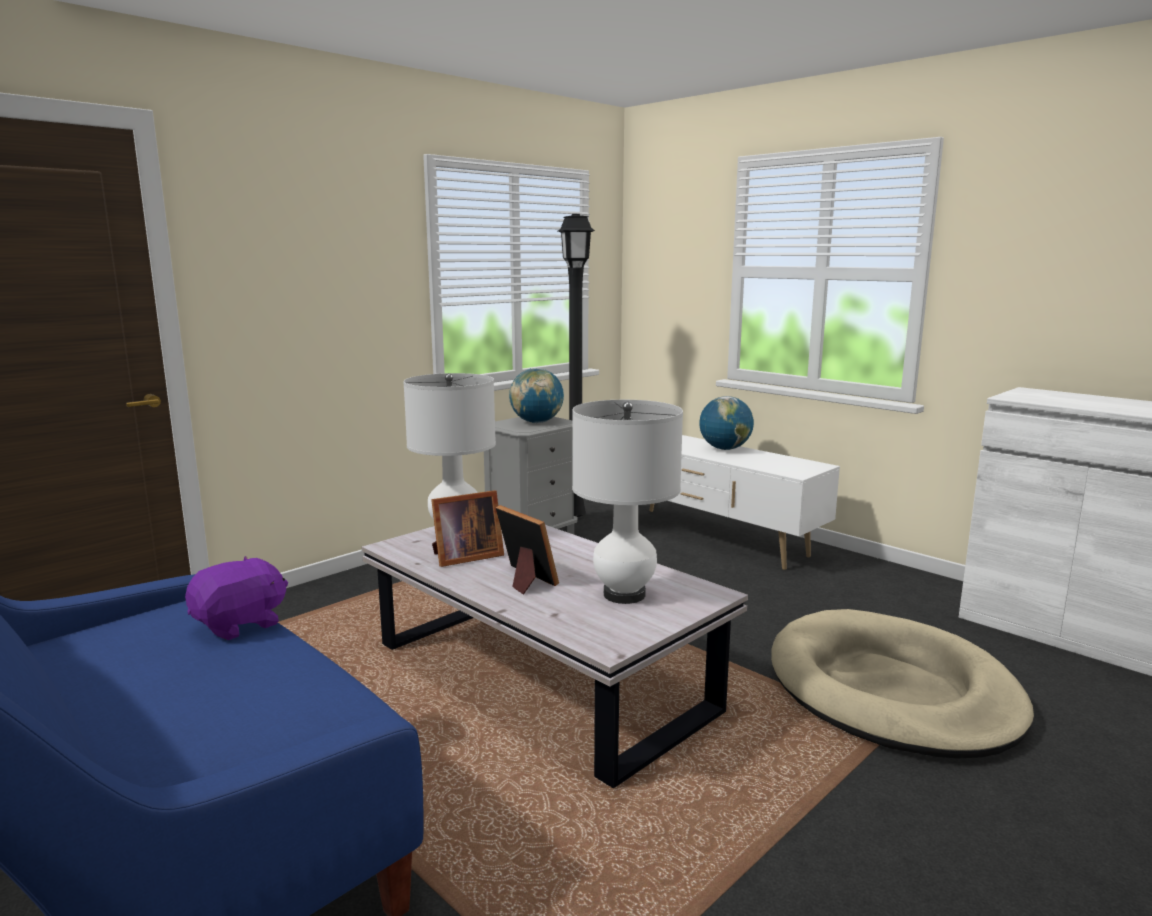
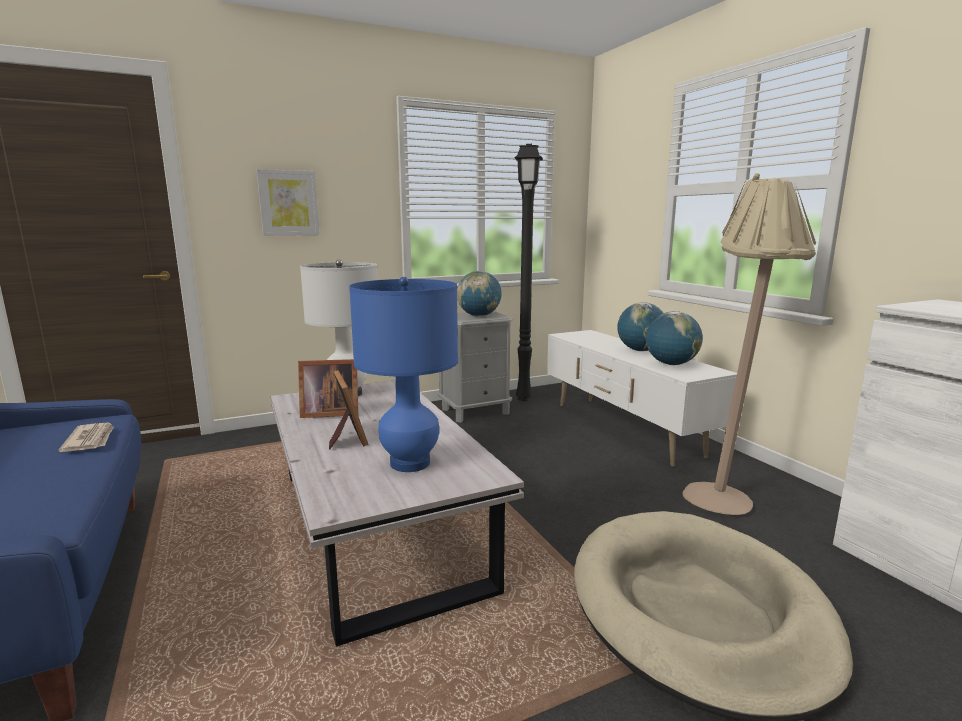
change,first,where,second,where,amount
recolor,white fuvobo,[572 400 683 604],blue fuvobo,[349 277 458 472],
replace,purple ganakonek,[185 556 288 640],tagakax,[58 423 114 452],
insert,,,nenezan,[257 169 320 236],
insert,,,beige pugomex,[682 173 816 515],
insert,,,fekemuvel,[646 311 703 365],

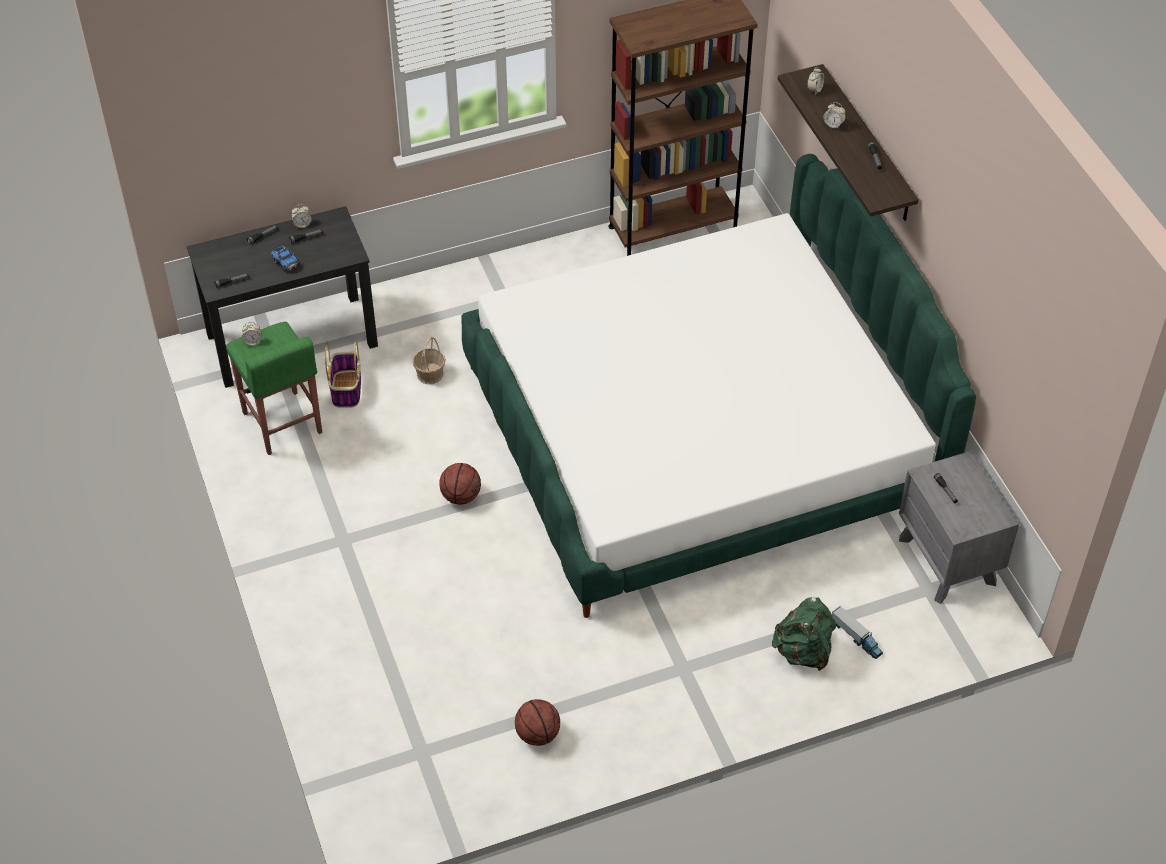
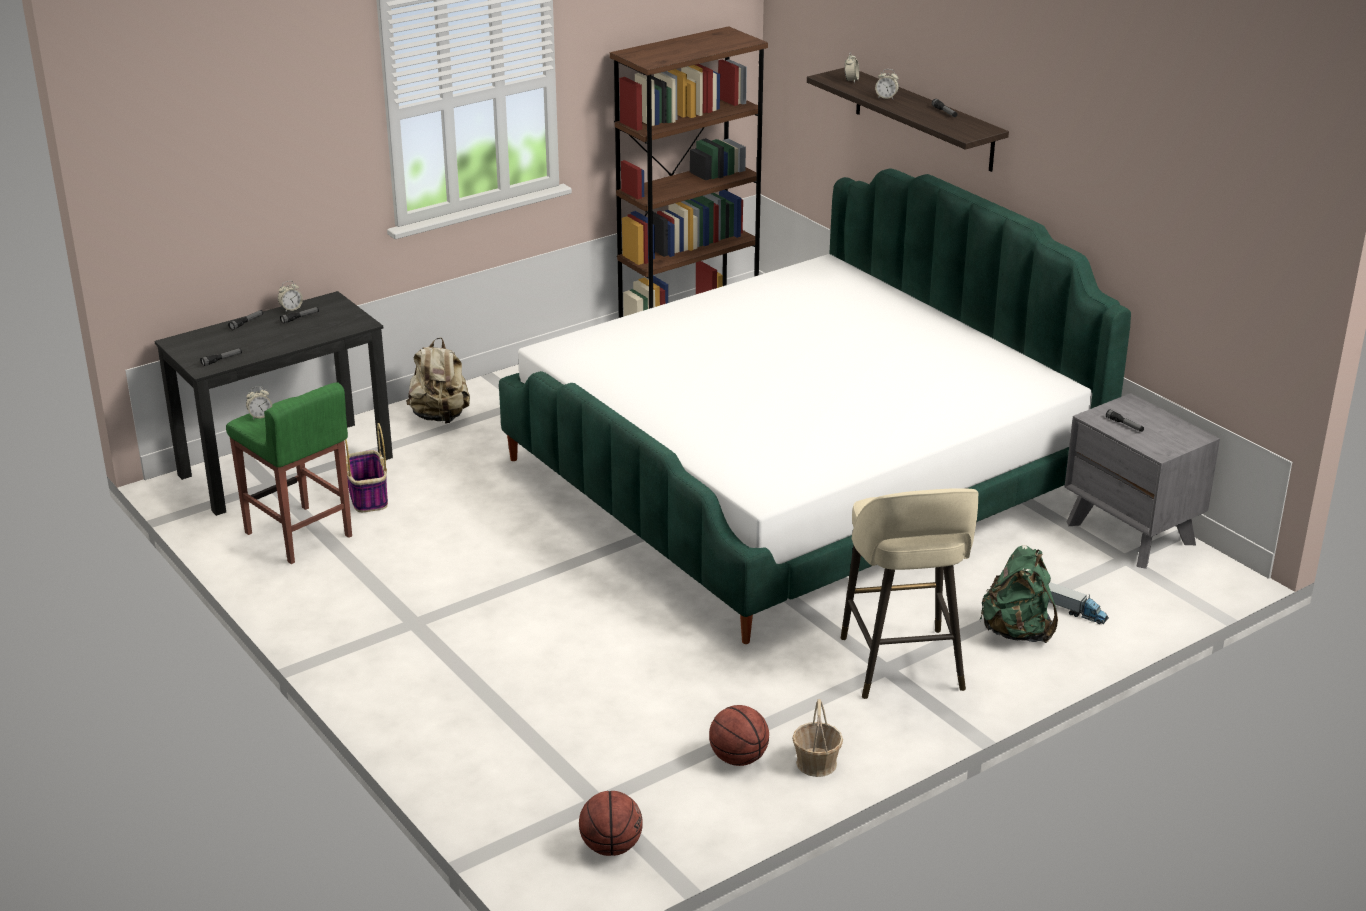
change,first,where,second,where,amount
delete,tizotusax,[271 245 298 272],,,
move,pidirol,[412 337 446 385],,[792 699 843 777],
move,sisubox,[439 463 481 505],,[579 791 643 856],
insert,,,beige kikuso,[406 337 470 424],
insert,,,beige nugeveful,[841 488 978 699],

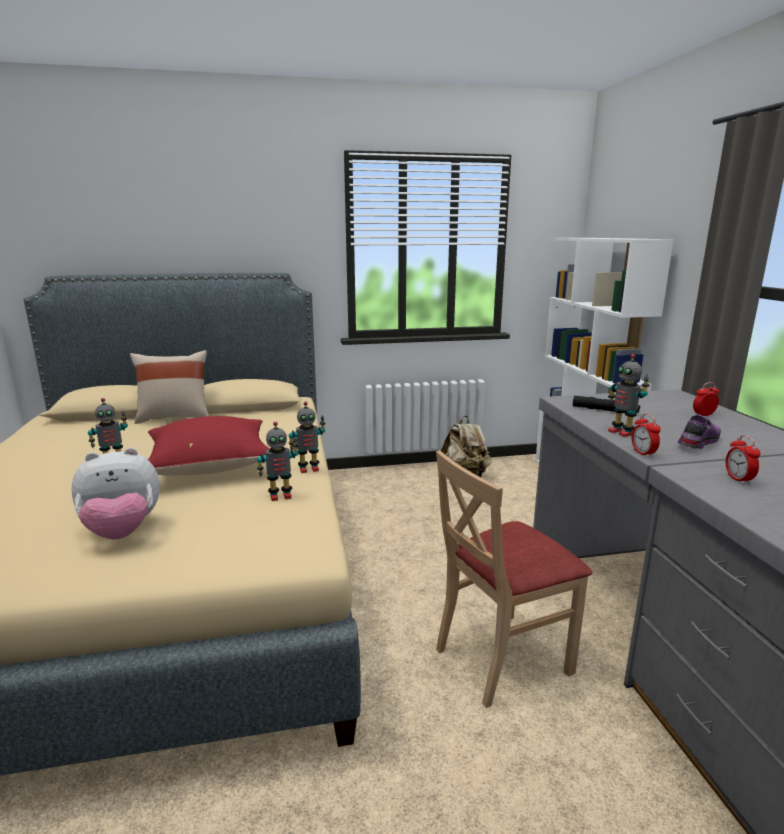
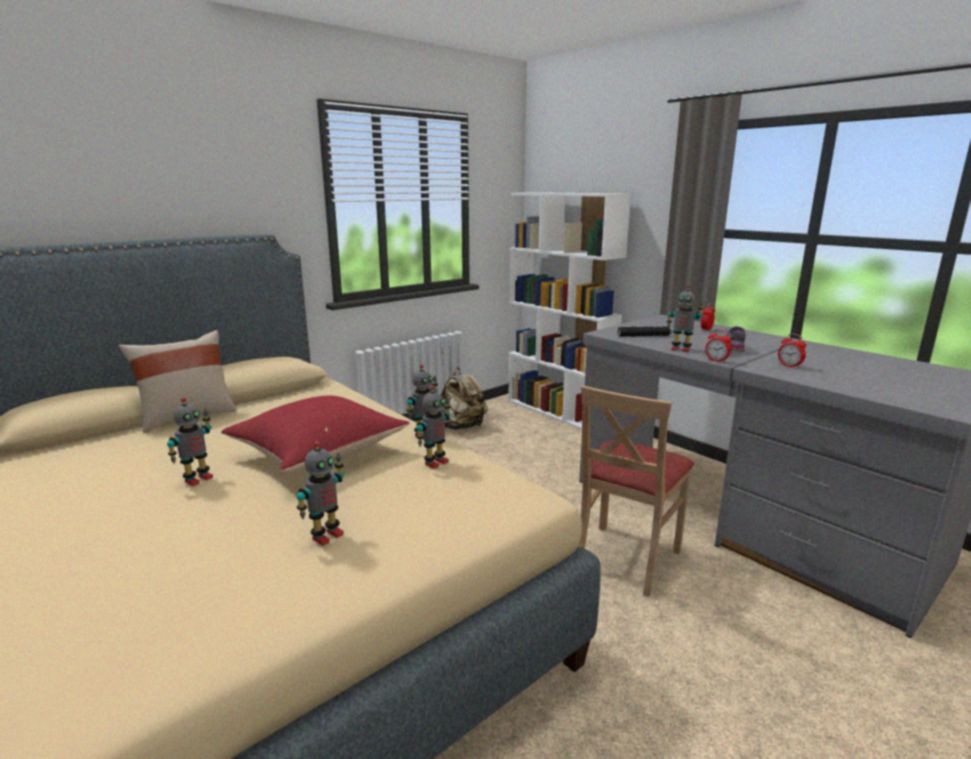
change,first,where,second,where,amount
replace,ganakonek,[71 447 160 540],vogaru,[297 441 344 546],

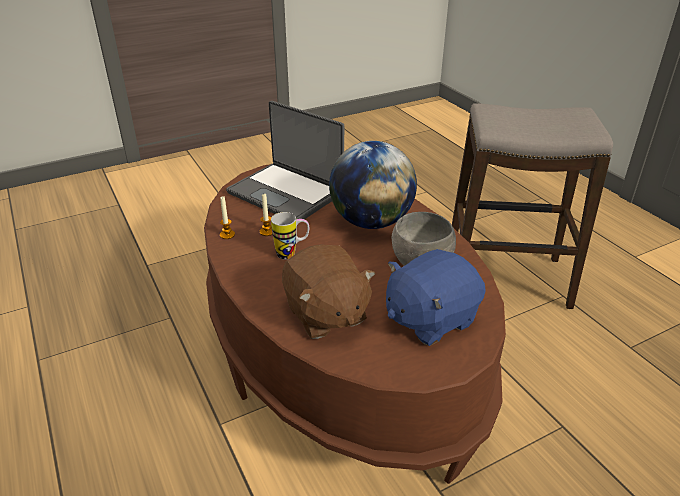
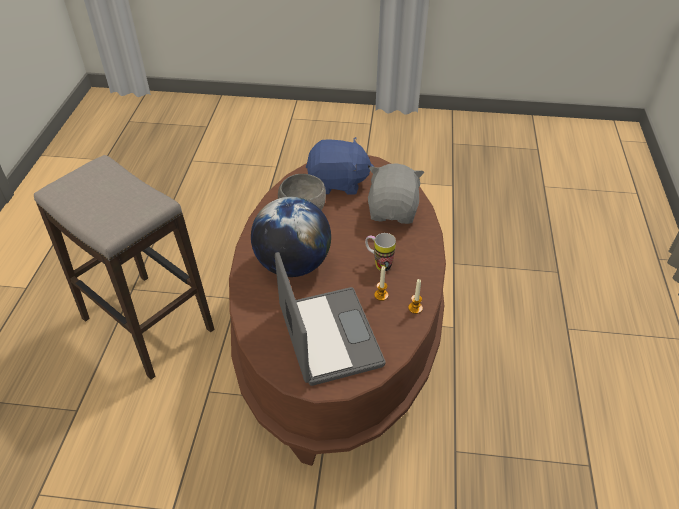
change,first,where,second,where,amount
recolor,brown ganakonek,[282 244 376 339],grey ganakonek,[368 164 424 224],

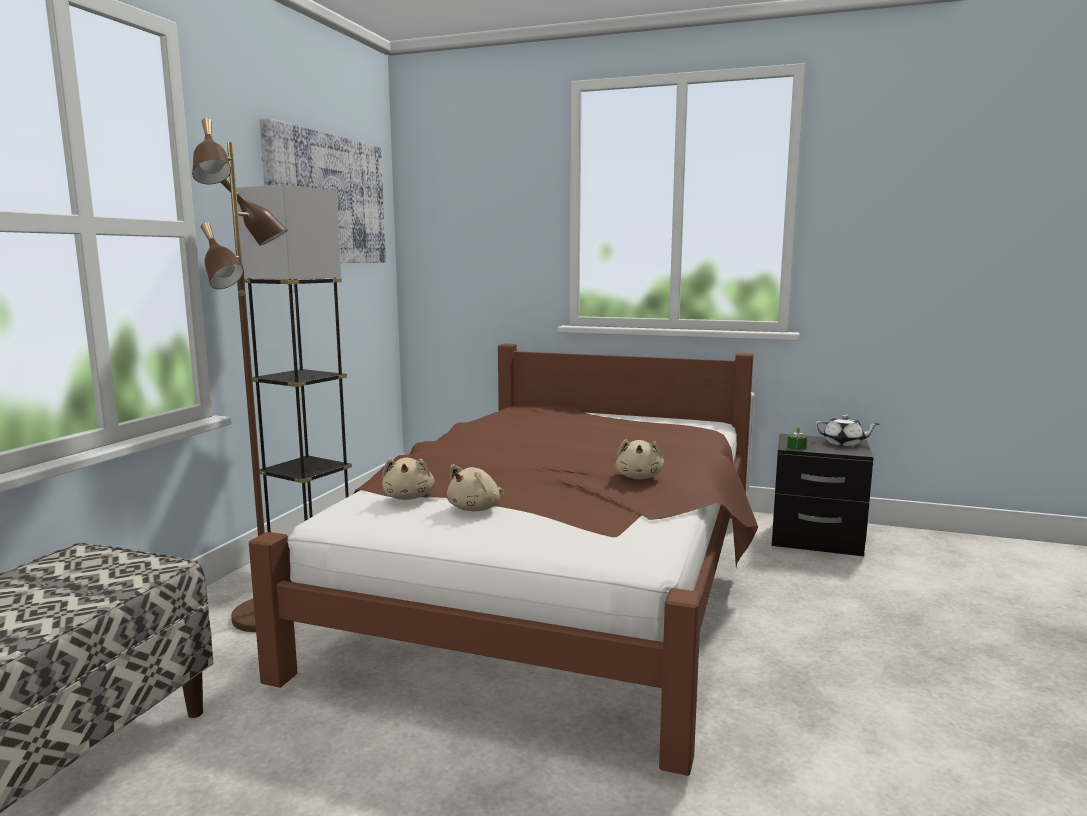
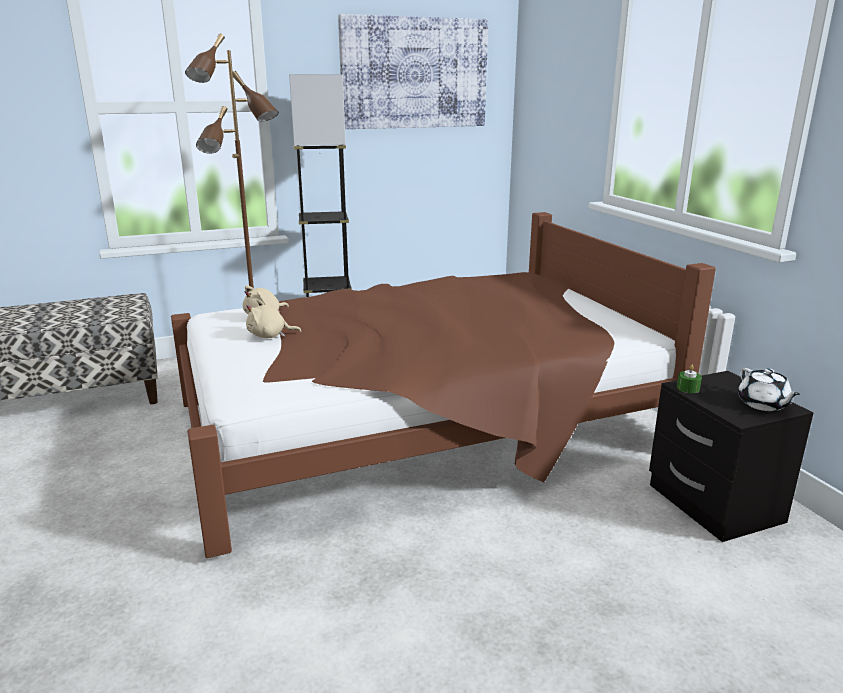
change,first,where,second,where,amount
delete,beige ganakonek,[615 439 664 479],,,

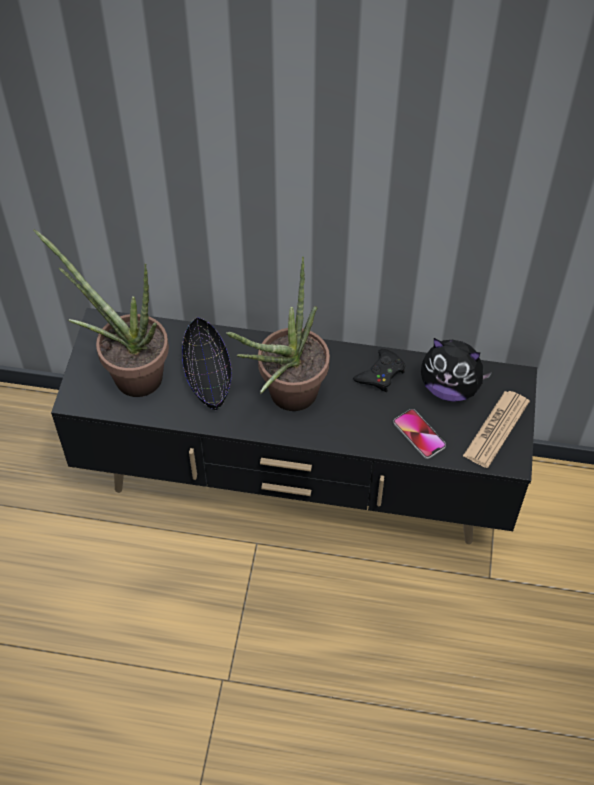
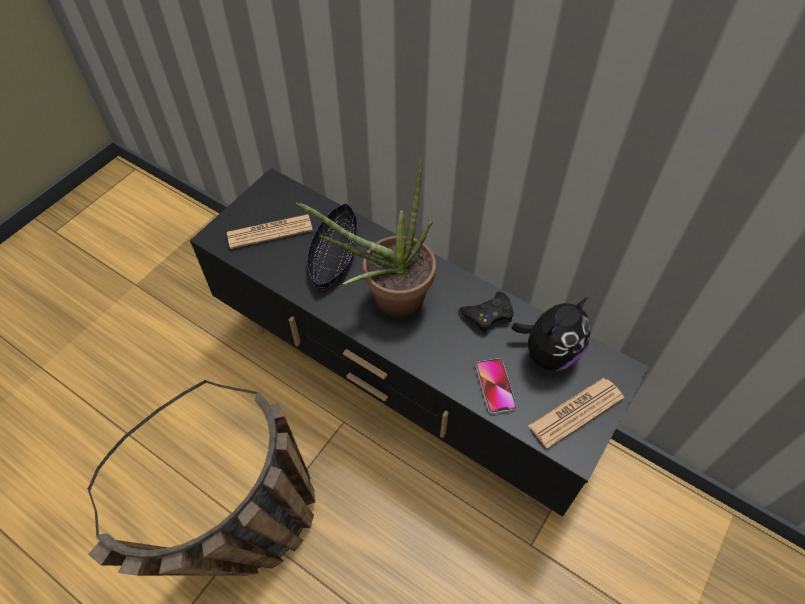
change,first,where,second,where,amount
replace,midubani,[33 229 169 397],tagakax,[227 214 313 249],
rotate,ganakonek,[421 338 492 402],,[512 297 591 371],90 degrees counterclockwise
insert,,,pidirol,[88 380 315 576],

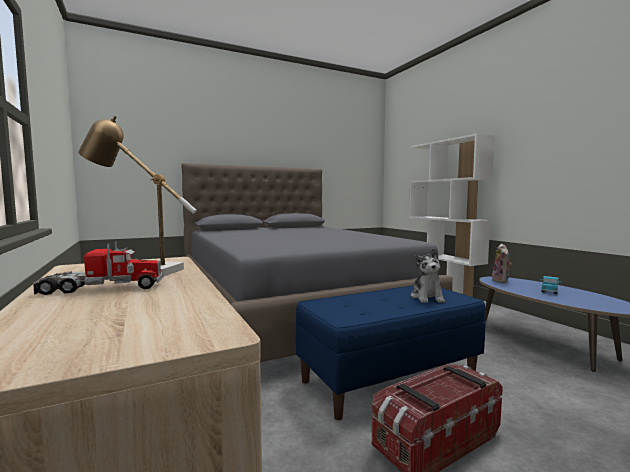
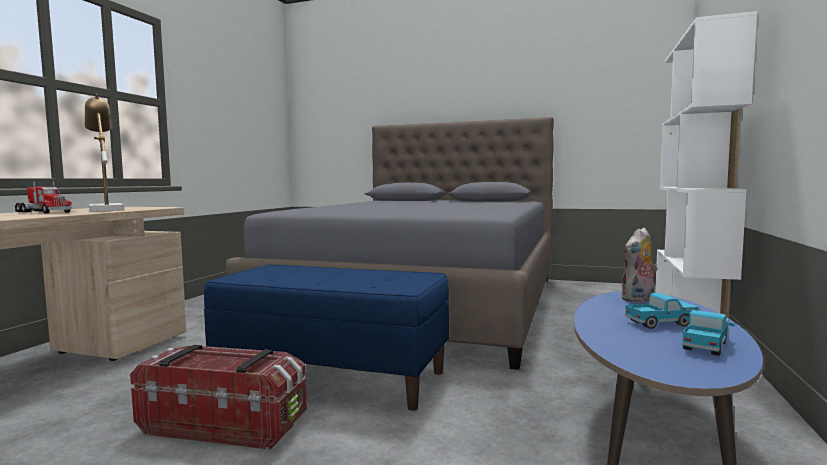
change,first,where,second,where,amount
delete,ganakonek,[411 248 445 303],,,
insert,,,tizotusax,[682 310 734 356],

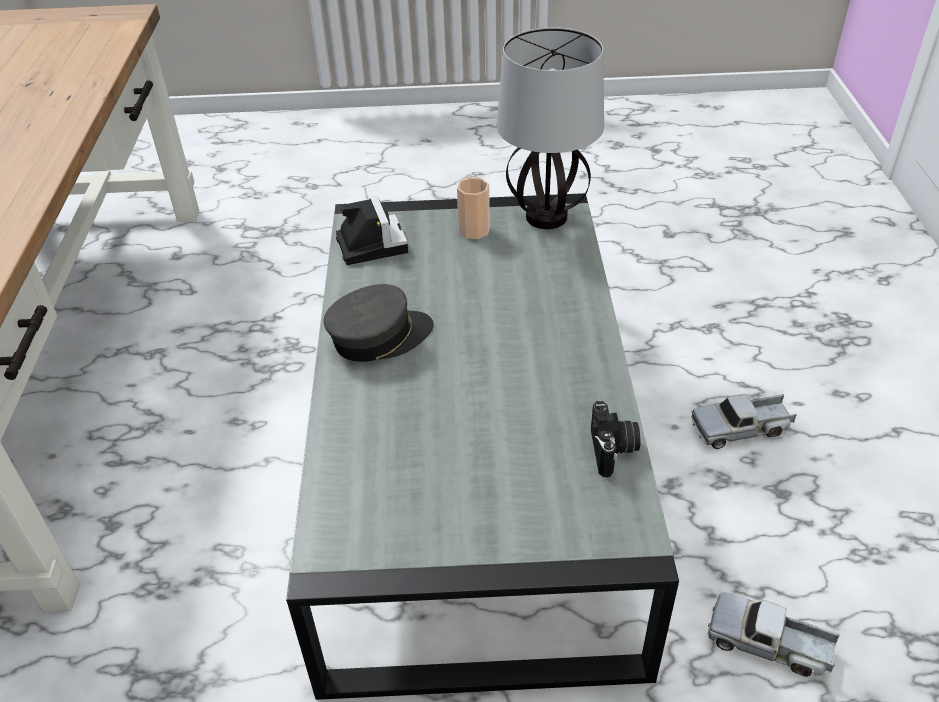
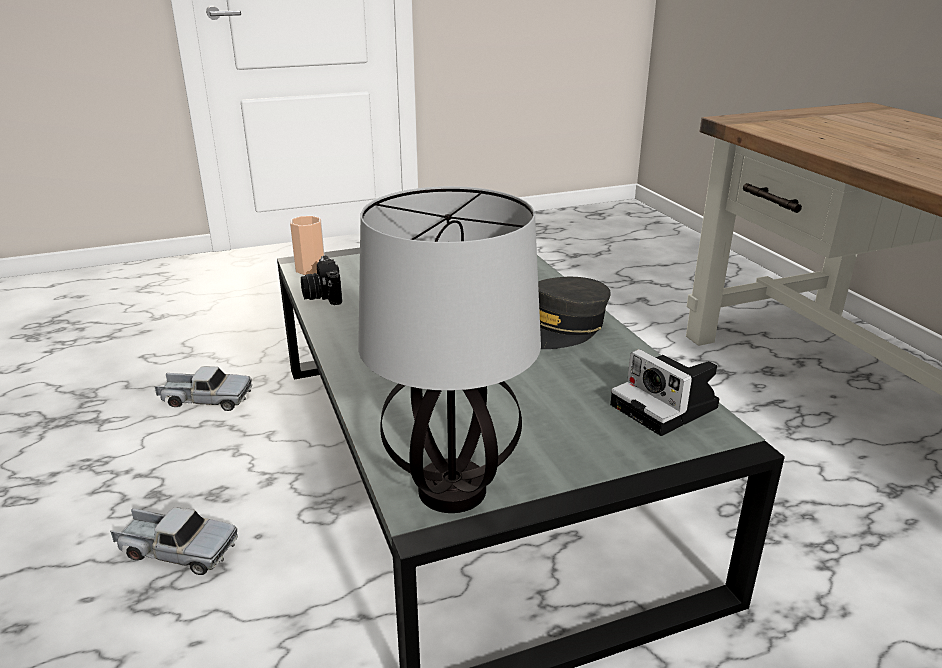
change,first,where,second,where,amount
move,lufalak,[457 177 490 239],,[290 216 325 275],
rotate,tizotusax,[691 394 797 449],,[110 507 238 575],45 degrees clockwise

